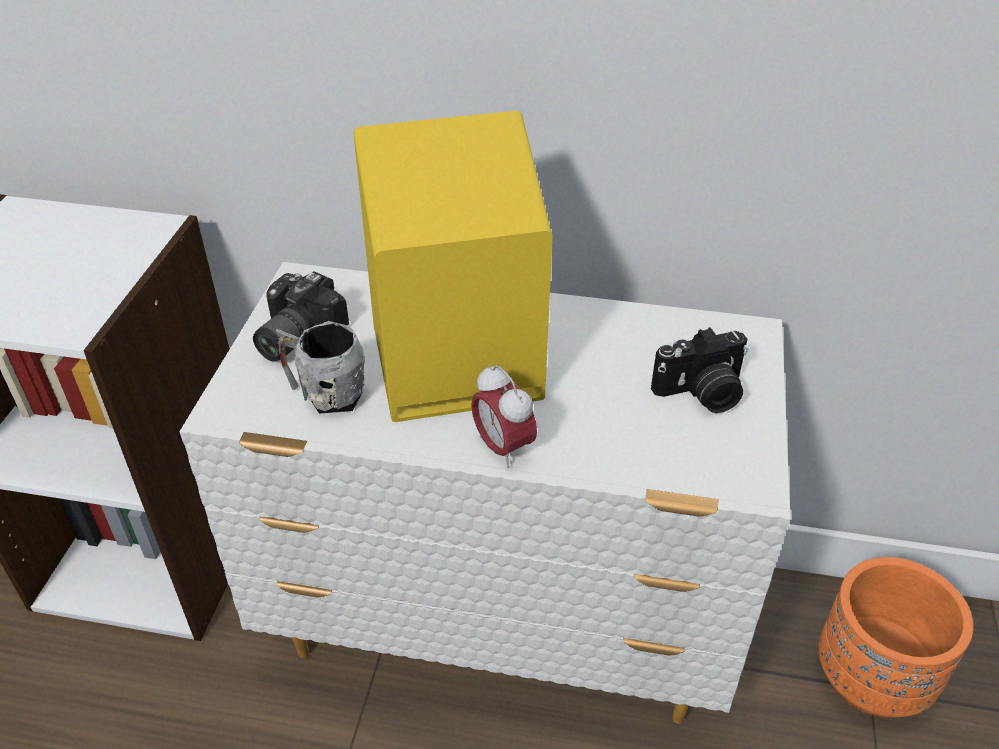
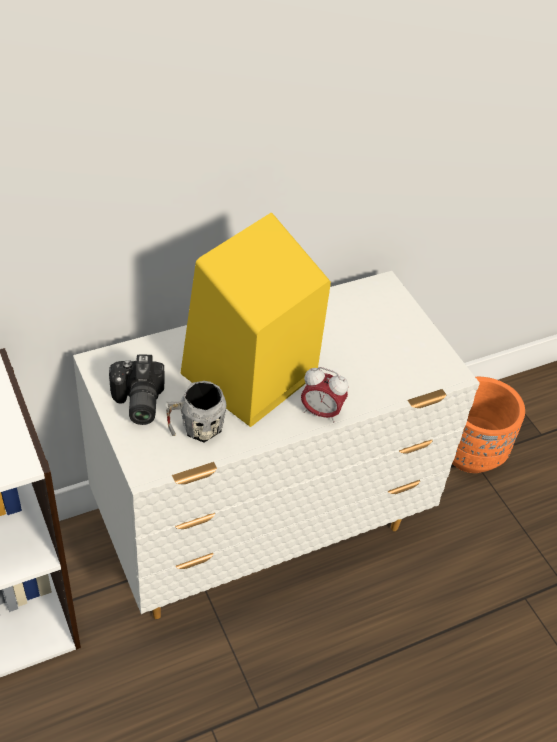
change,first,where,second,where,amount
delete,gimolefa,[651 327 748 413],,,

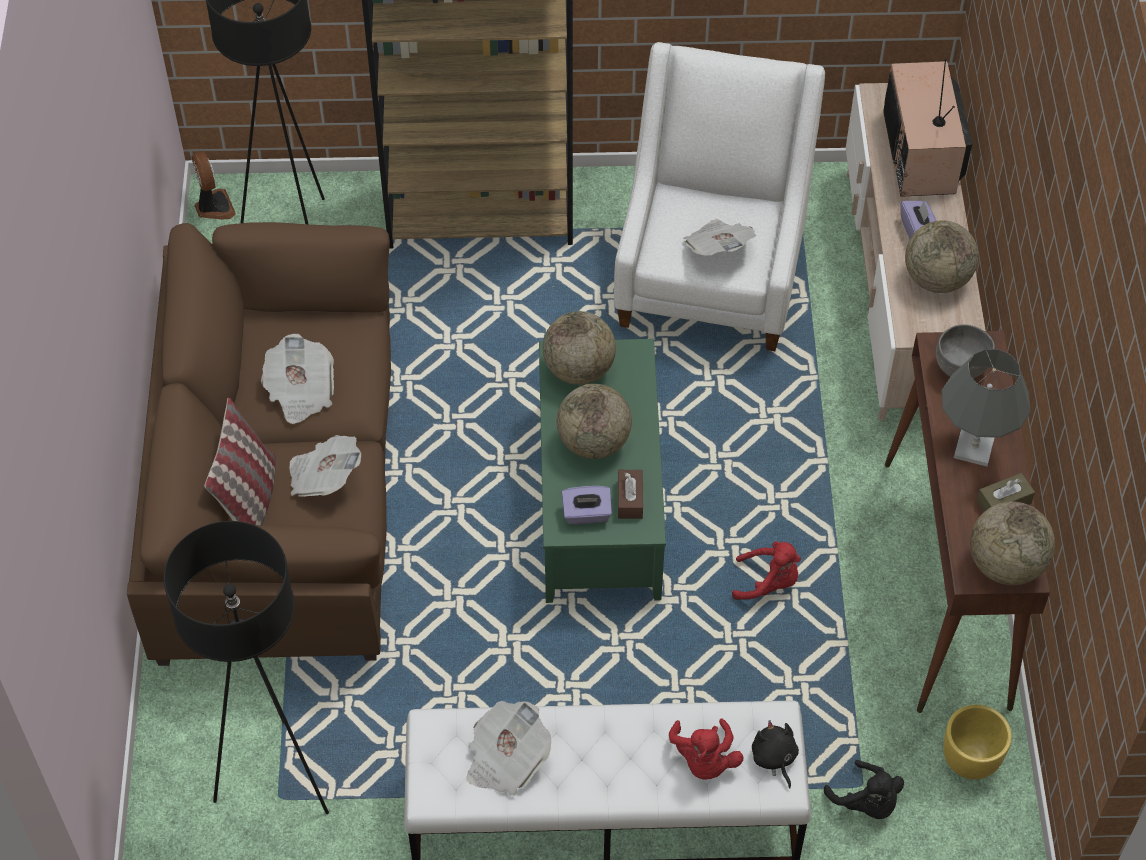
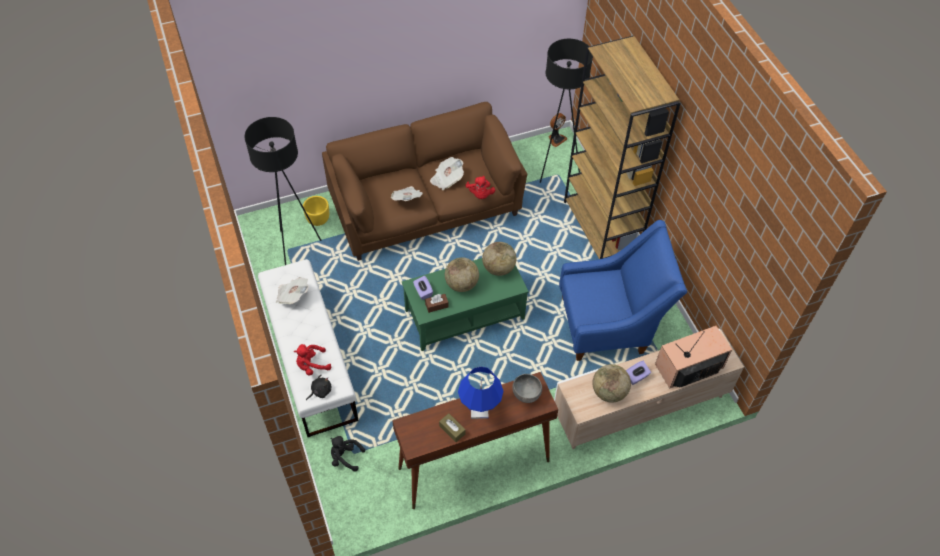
change,first,where,second,where,amount
recolor,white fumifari,[614 42 825 351],blue fumifari,[559 220 687 361],
delete,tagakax,[683 219 756 256],,,
recolor,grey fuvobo,[942 349 1030 467],blue fuvobo,[458 366 504 419],
delete,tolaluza,[204 398 276 525],,,
delete,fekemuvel,[970 501 1055 585],,,
move,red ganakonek,[732 541 801 600],,[465 176 495 199],
move,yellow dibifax,[943 705 1012 780],,[303 196 329 226],
rotate,black ganakonek,[824 760 904 819],,[330 436 365 472],75 degrees clockwise

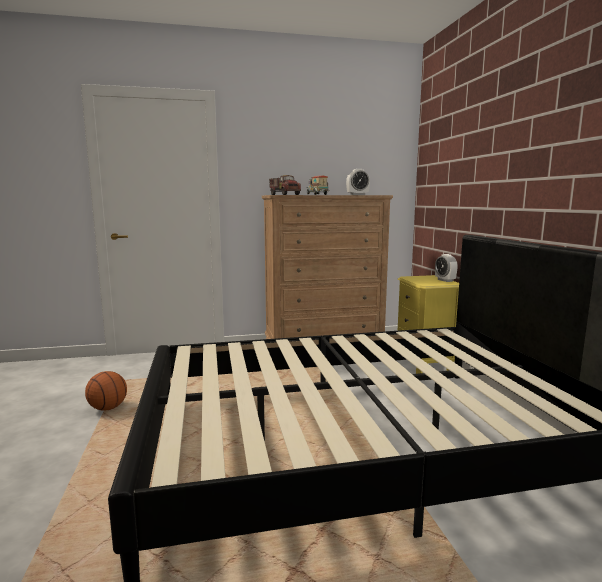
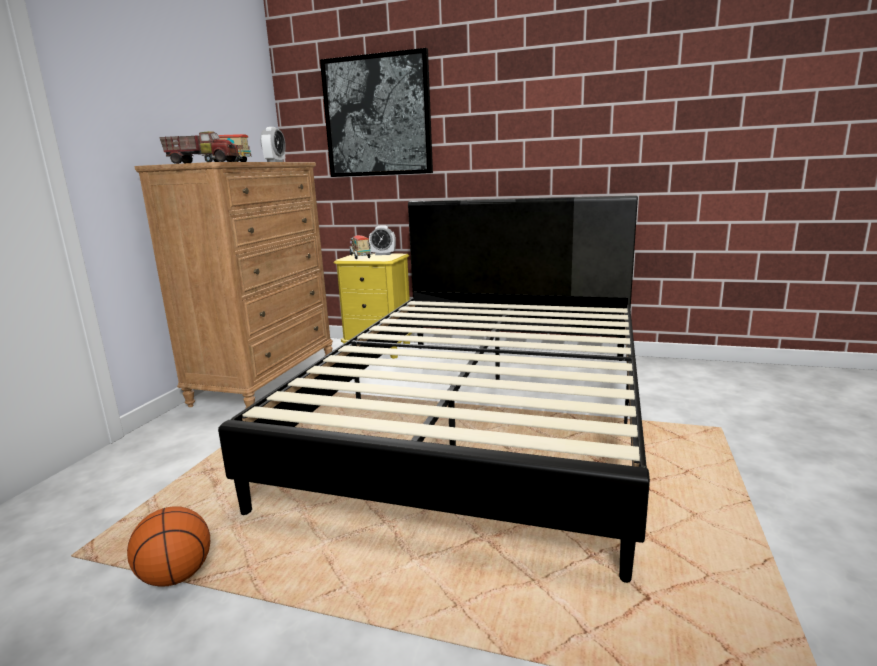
change,first,where,second,where,amount
insert,,,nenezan,[320 48 433 177],
insert,,,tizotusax,[349 235 372 259],

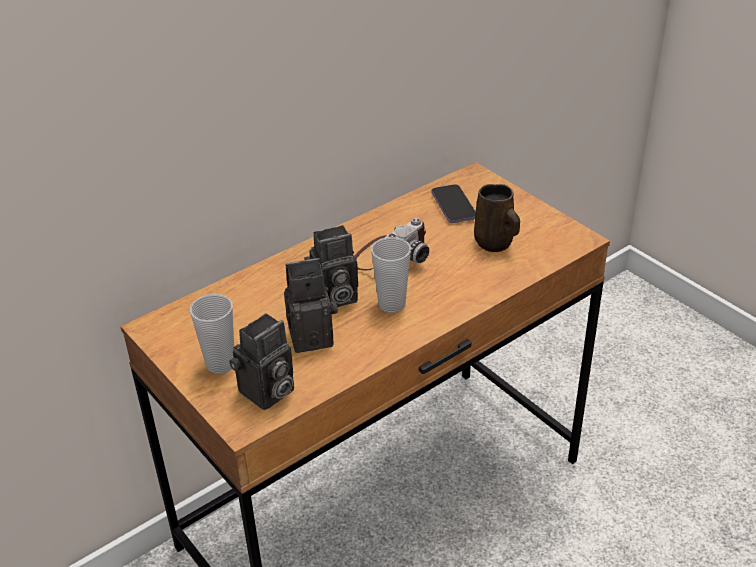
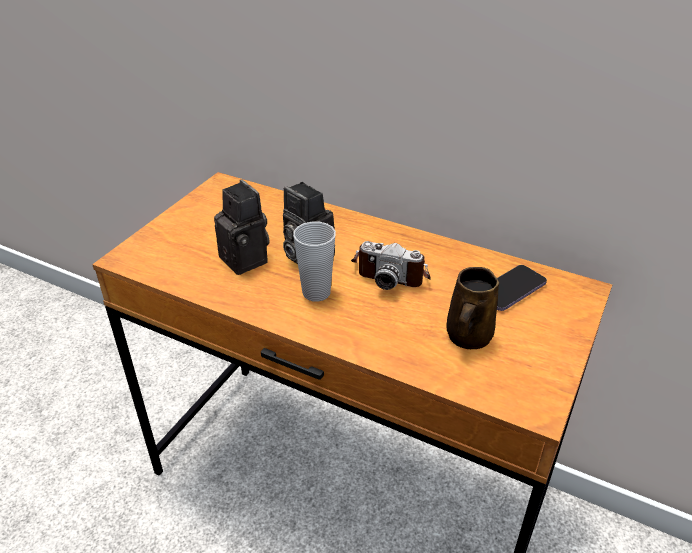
change,first,where,second,where,amount
delete,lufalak,[190 294 234 374],,,
delete,gimolefa,[229 313 294 410],,,

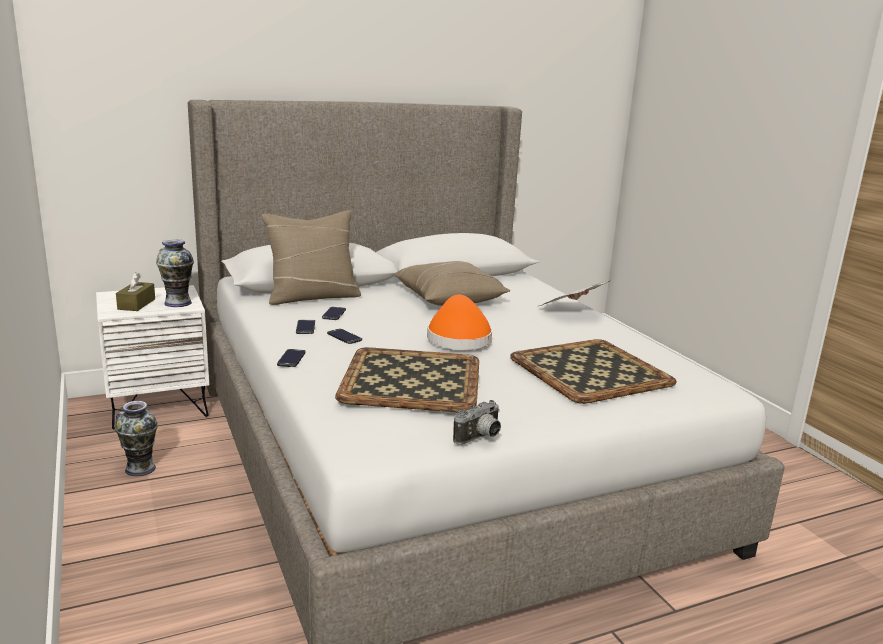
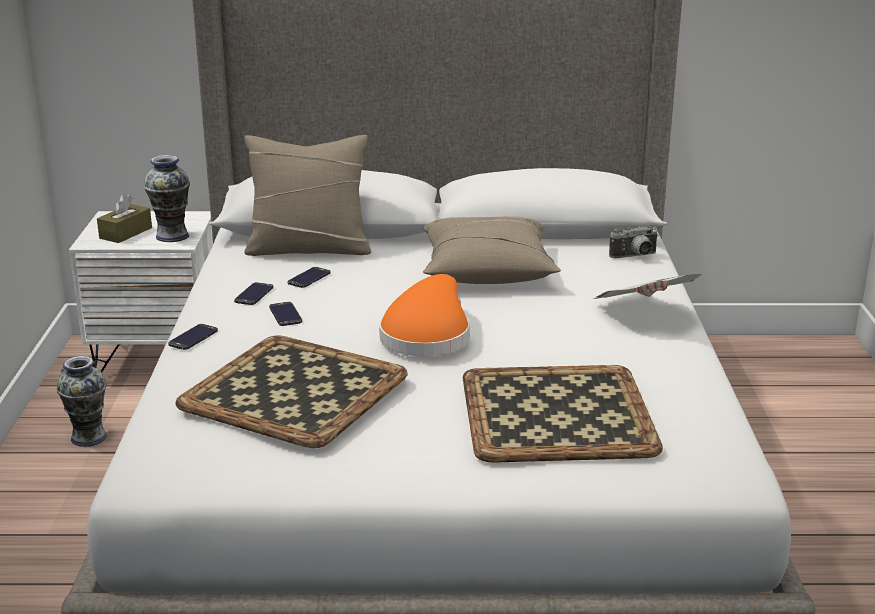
change,first,where,second,where,amount
move,gimolefa,[453 400 501 445],,[609 225 659 258],

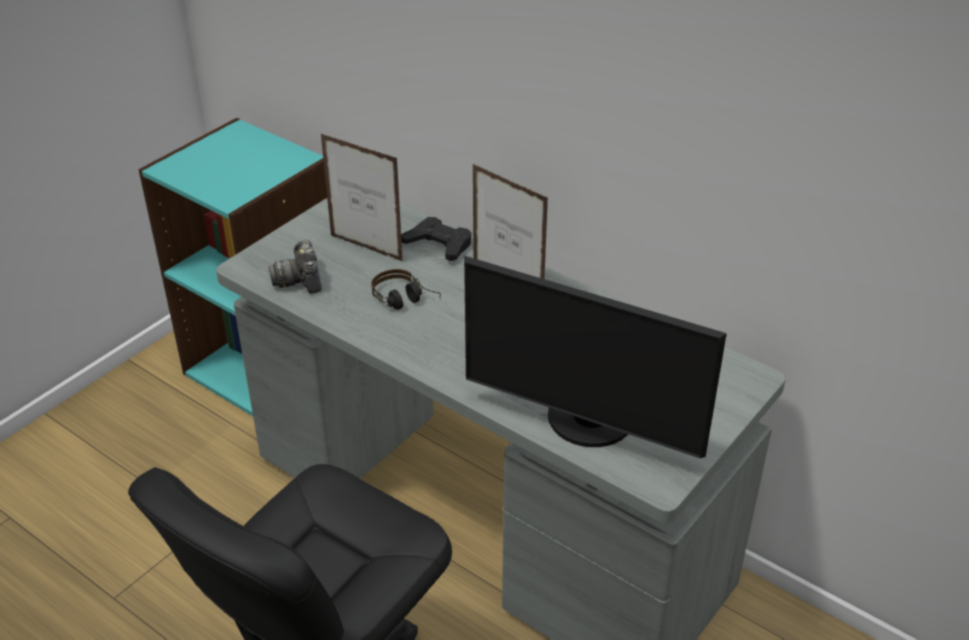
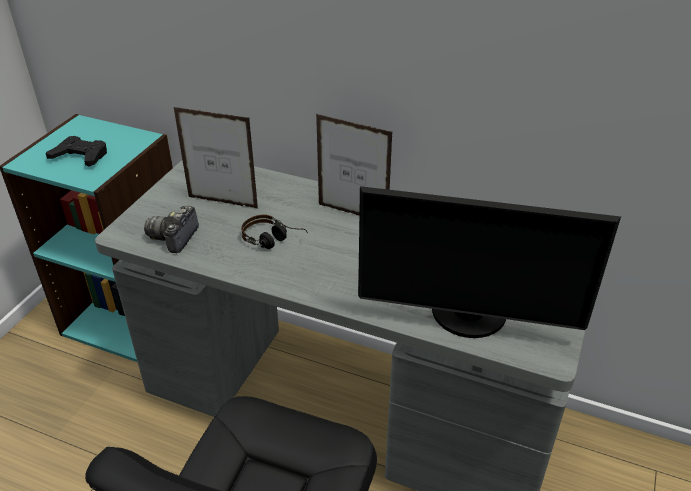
change,first,where,second,where,amount
move,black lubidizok,[401 217 471 261],,[46 136 107 166],
rotate,gimolefa,[268 240 322 294],,[144 206 199 253],45 degrees clockwise

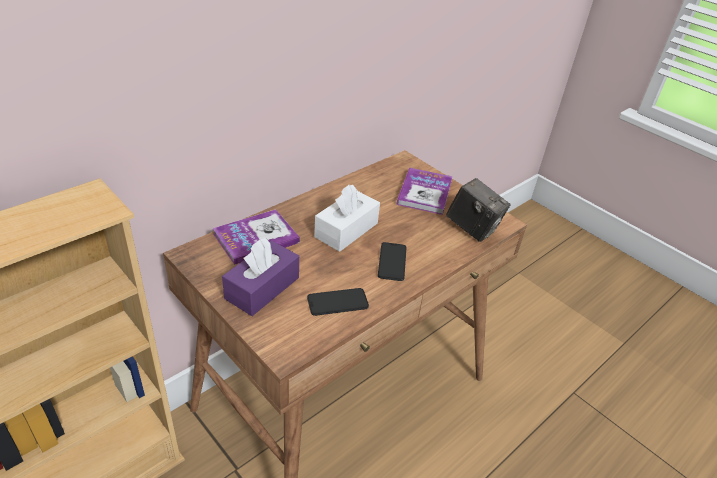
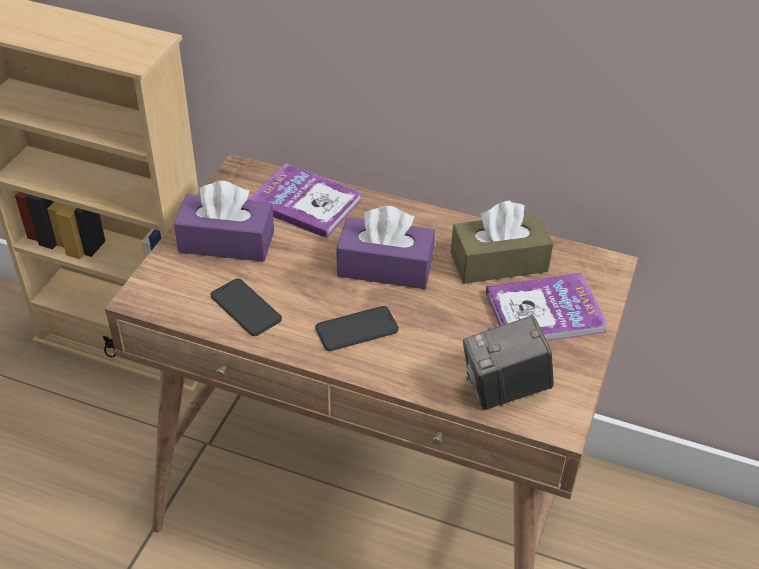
change,first,where,second,where,amount
rotate,gimolefa,[446 178 511 242],,[463 315 554 410],60 degrees clockwise
recolor,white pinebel,[314 185 380 252],purple pinebel,[336 206 435 289],
insert,,,brown pinebel,[450 201 554 284],

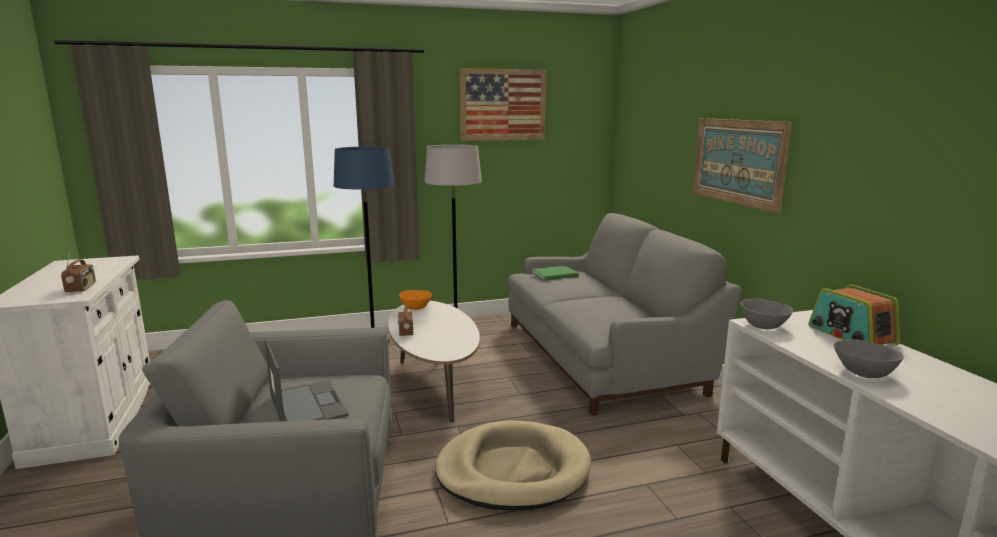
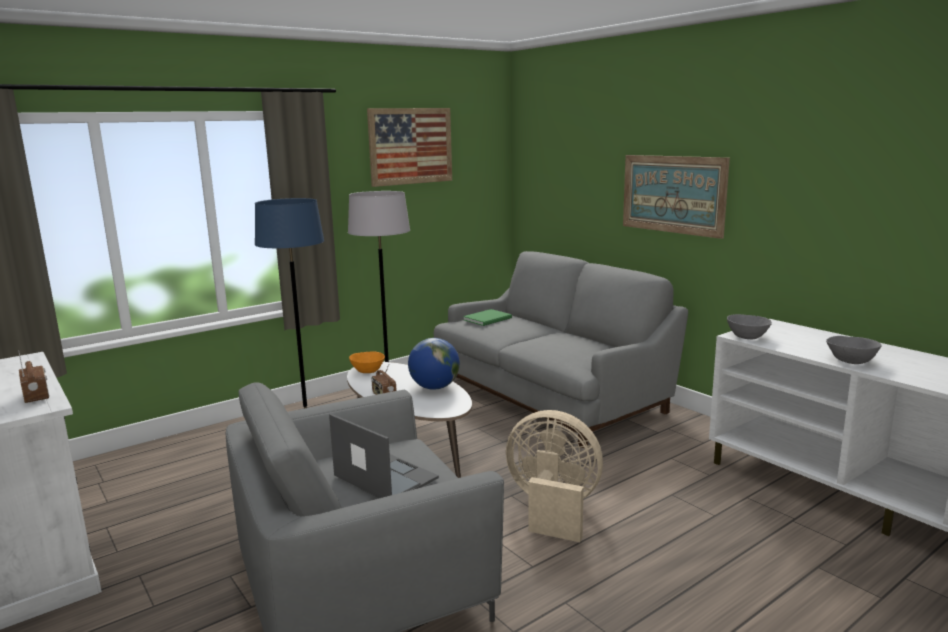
change,first,where,second,where,amount
delete,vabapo,[808 284 900 345],,,
replace,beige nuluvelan,[435 421 591 511],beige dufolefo,[506 410 603 542],
insert,,,fekemuvel,[408 338 460 390],

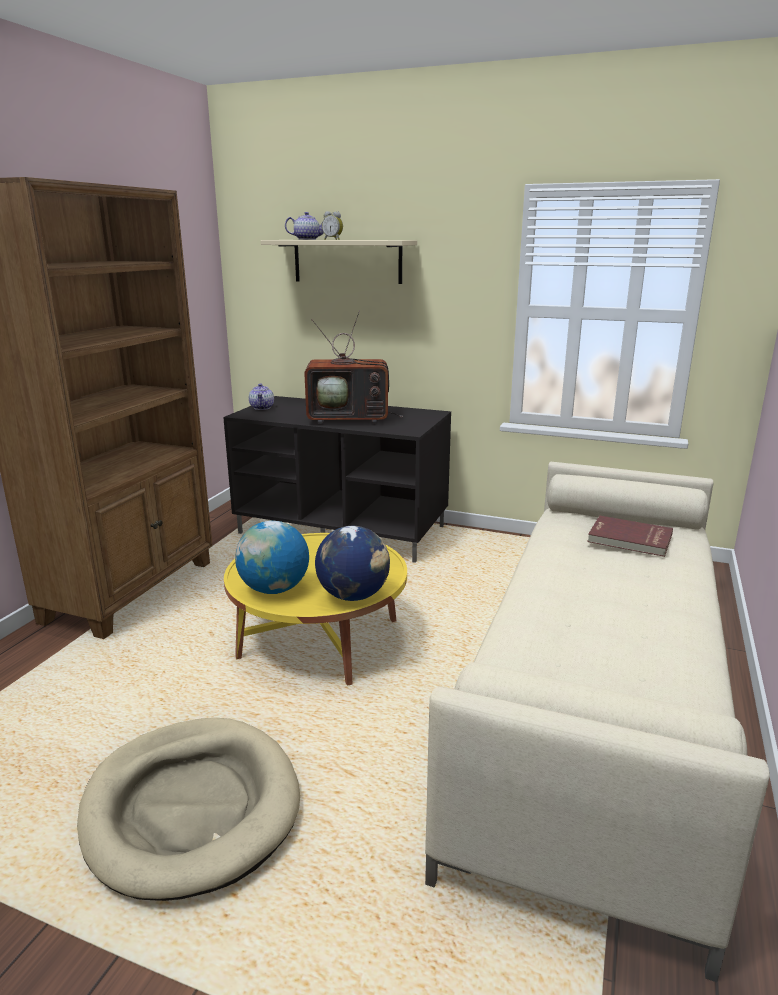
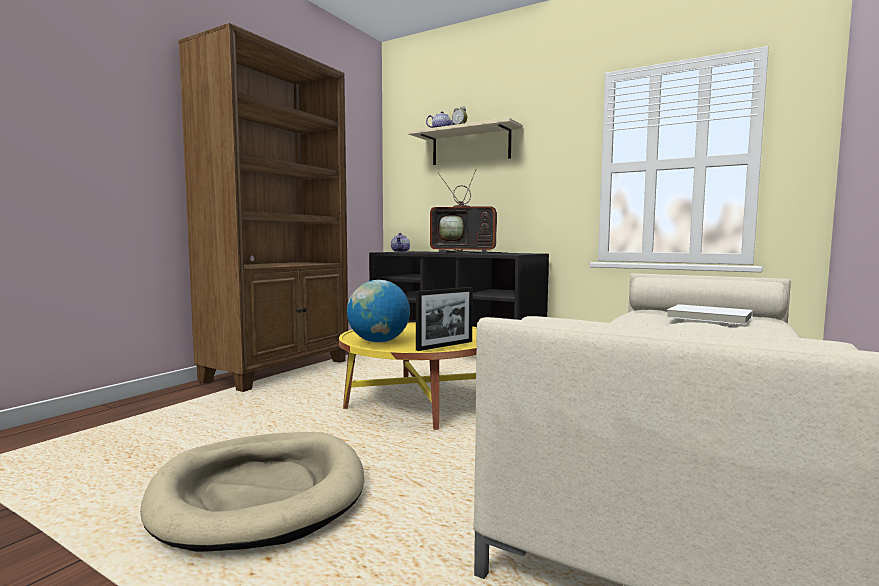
change,first,where,second,where,amount
recolor,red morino,[587 516 673 557],white morino,[667 304 753 325],
replace,fekemuvel,[315 526 390 601],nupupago,[416 287 473 351],

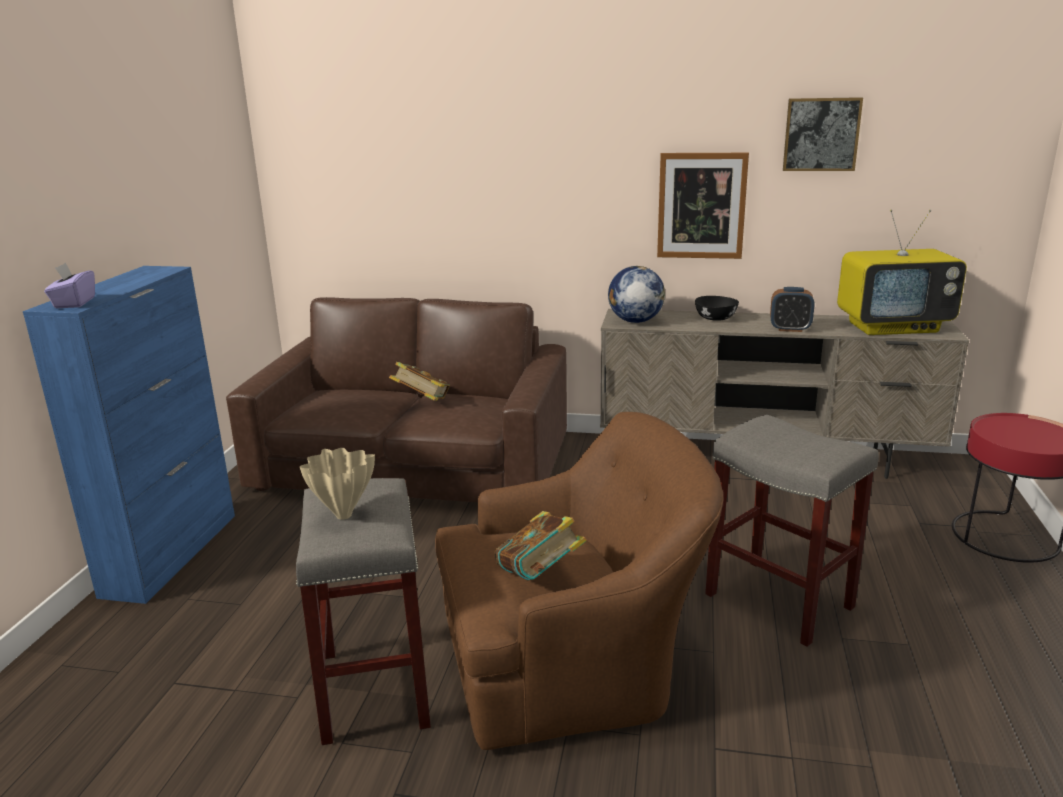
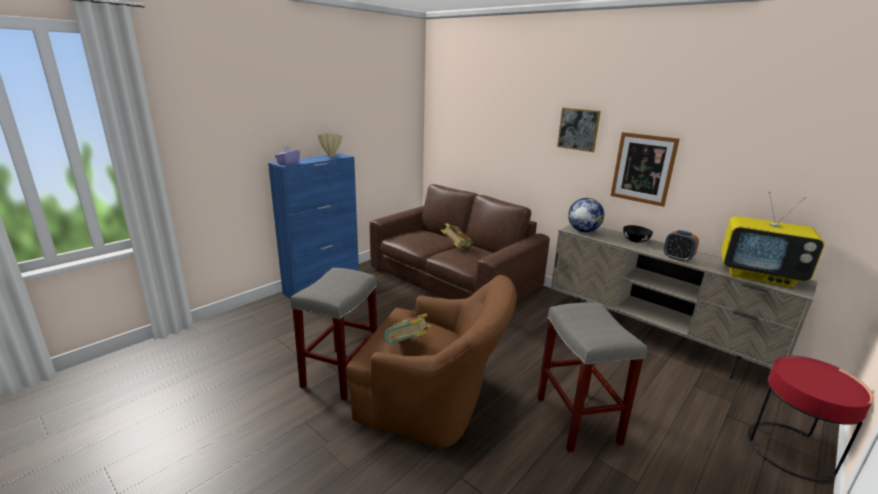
change,first,where,second,where,amount
move,nenezan,[783 97 863 171],,[557 108 601 152],
move,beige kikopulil,[300 448 375 520],,[318 133 342 157],

